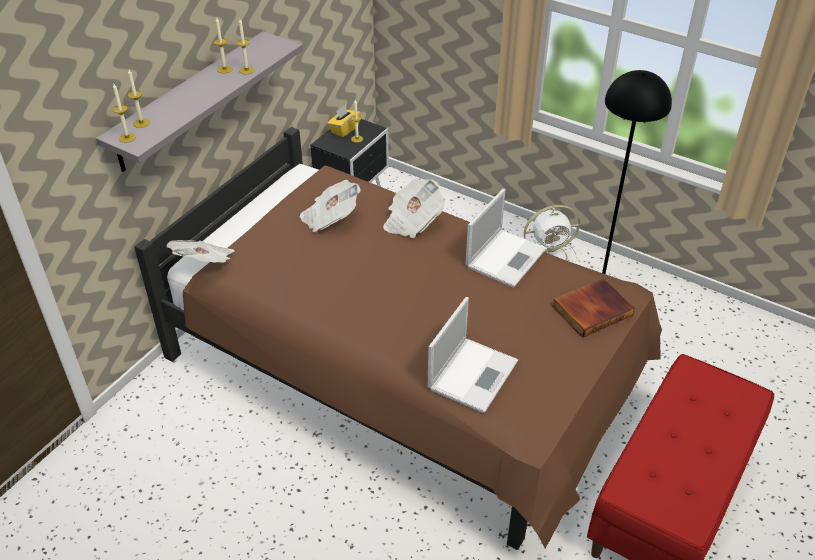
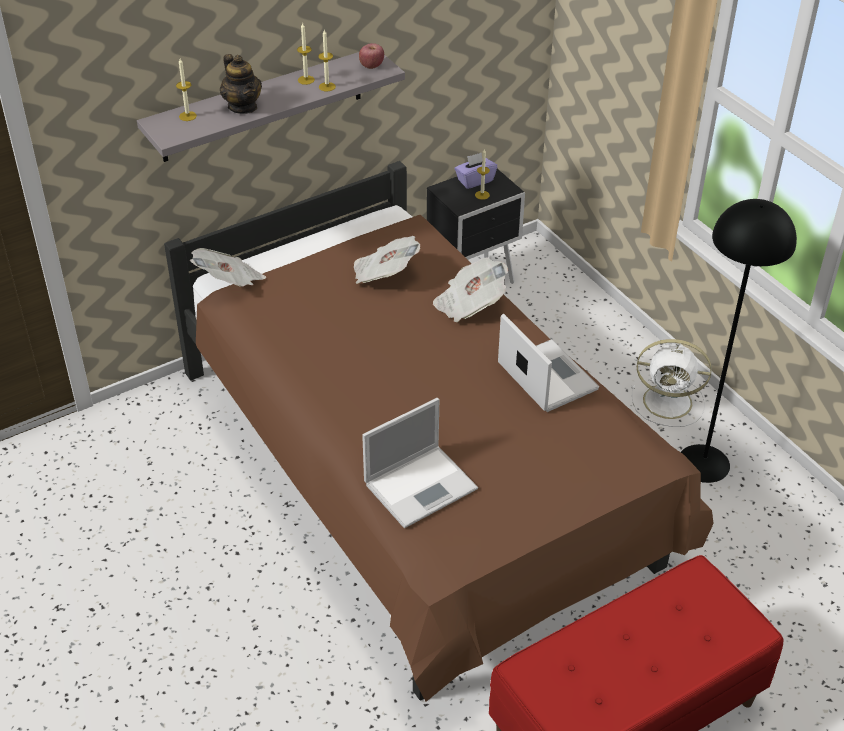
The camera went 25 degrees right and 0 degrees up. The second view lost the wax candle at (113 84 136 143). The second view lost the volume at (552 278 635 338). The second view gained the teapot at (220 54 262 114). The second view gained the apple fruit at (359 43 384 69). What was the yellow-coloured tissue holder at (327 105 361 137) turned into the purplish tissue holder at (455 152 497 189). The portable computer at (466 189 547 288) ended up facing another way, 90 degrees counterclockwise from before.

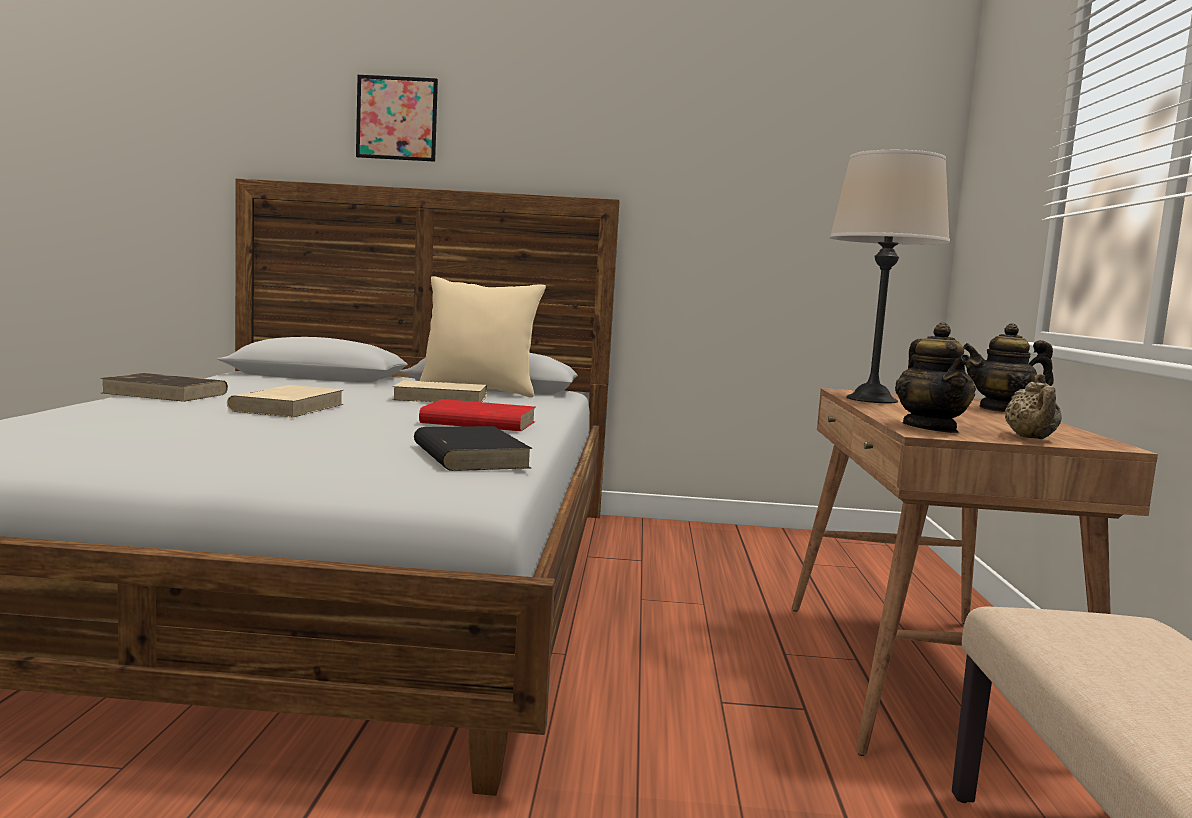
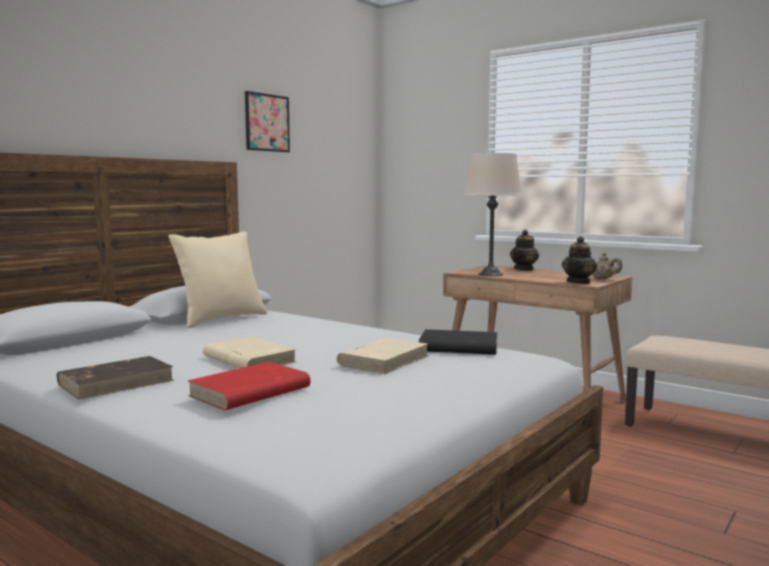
The camera went 55 degrees left and 0 degrees up. The picture ended up elsewhere, having gone from (356 75 438 162) to (245 91 290 152). The beige volume ended up elsewhere, having gone from (392 380 487 402) to (337 338 428 374). The reddish volume ended up elsewhere, having gone from (419 399 536 431) to (188 362 311 410). The teapot at (895 323 976 433) ended up facing another way, 90 degrees clockwise from before.

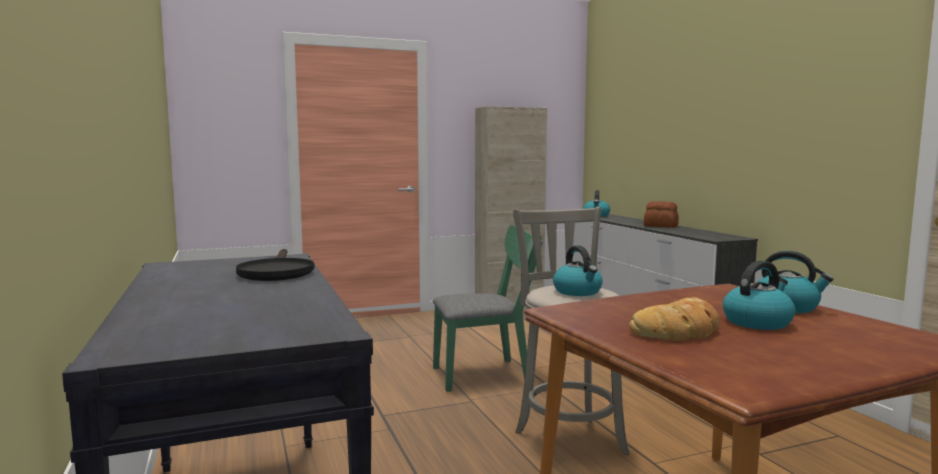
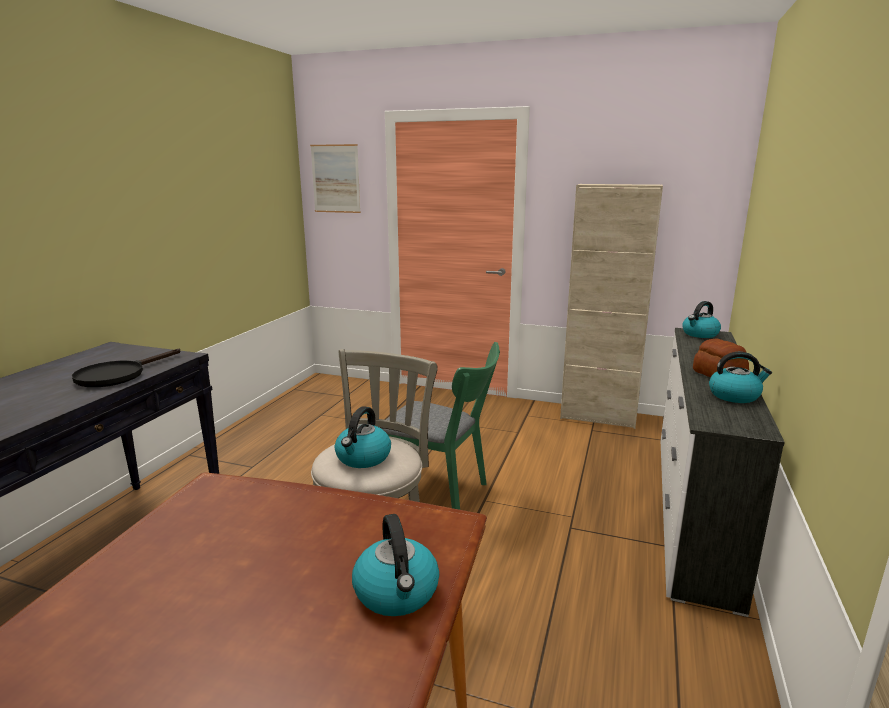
The camera went 40 degrees right and 10 degrees up. The second view lost the baked bread at (629 297 719 341). The second view gained the picture at (310 144 361 213). The tea kettle ended up elsewhere, having gone from (723 261 795 330) to (709 352 772 403).

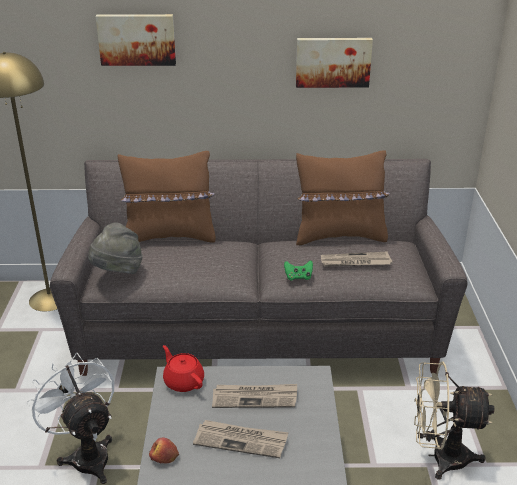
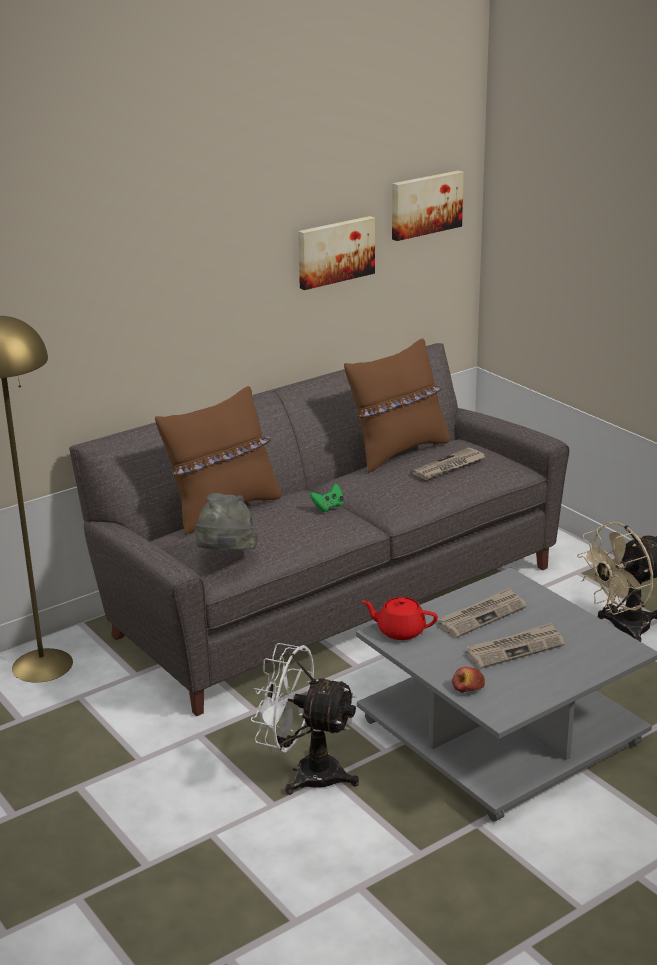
The camera went 35 degrees left and 5 degrees down. The picture ended up elsewhere, having gone from (95 14 176 66) to (392 170 464 241). The green-coloured game controller ended up elsewhere, having gone from (284 261 313 280) to (310 483 344 512).

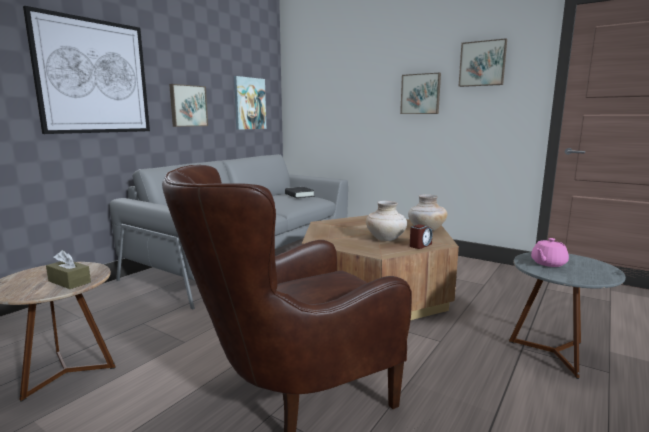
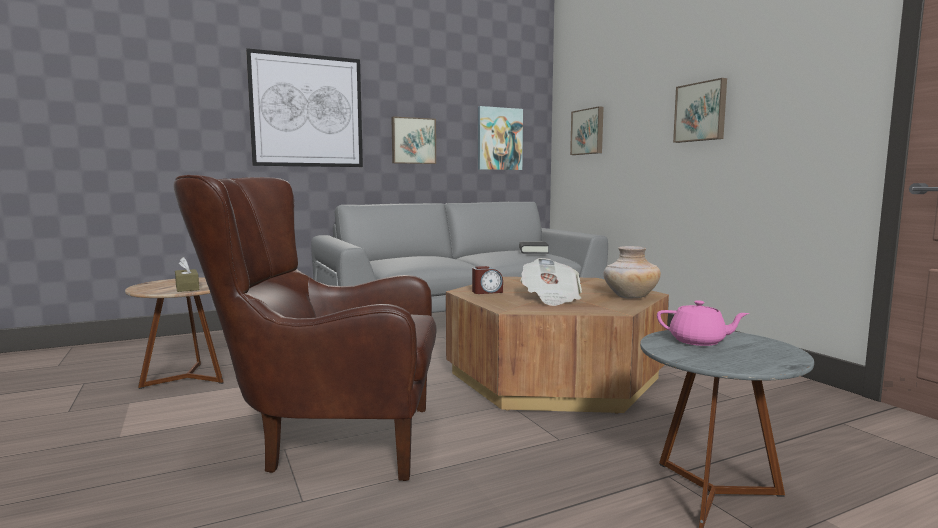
The camera went 30 degrees right and 5 degrees down. The table clock ended up elsewhere, having gone from (410 224 433 249) to (472 266 503 294). The picture ended up elsewhere, having gone from (459 38 507 87) to (570 106 604 155). Where the beige vase stood at (366 201 407 241), the daily paper came to stand at (520 258 582 306). The pink-coloured teapot at (531 238 569 267) ended up facing another way, 150 degrees counterclockwise from before.

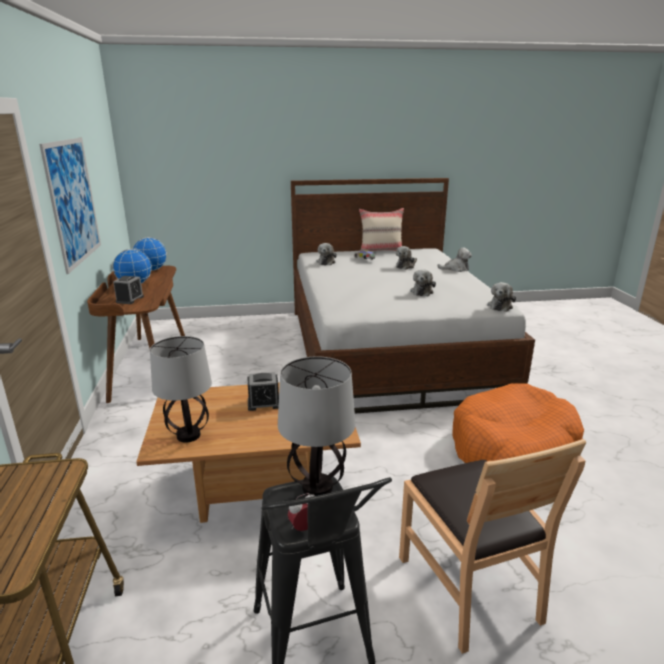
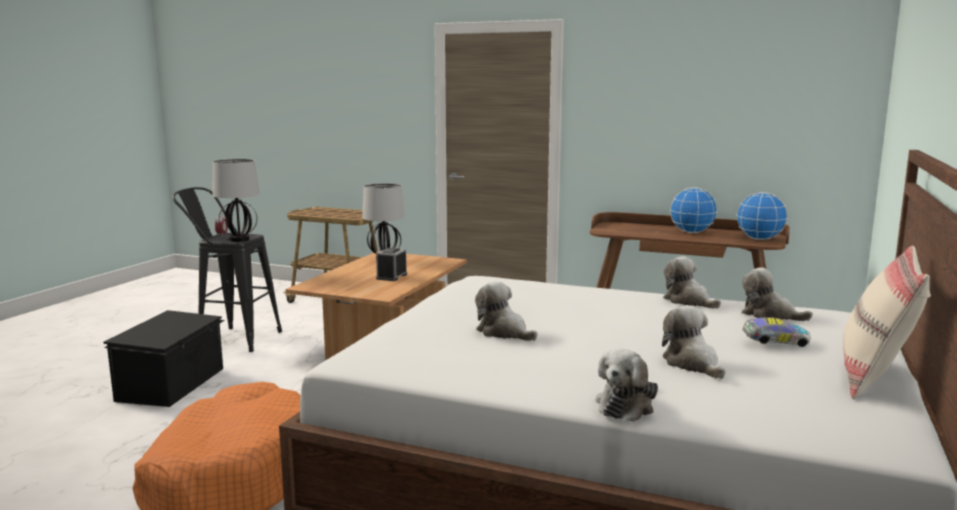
The camera went 120 degrees right and 10 degrees down. The second view lost the picture at (39 138 101 274). The second view lost the table clock at (113 276 144 304). The soft toy ended up elsewhere, having gone from (487 282 516 312) to (663 256 721 309). Where the brown upright chair stood at (399 439 586 654), the black storage bin came to stand at (104 310 225 407).

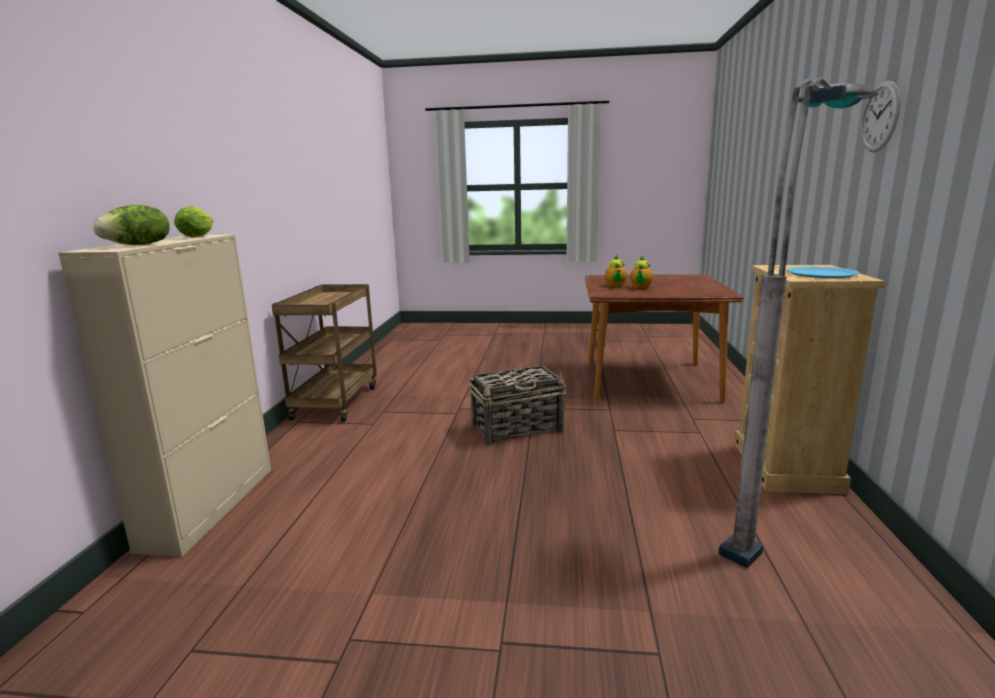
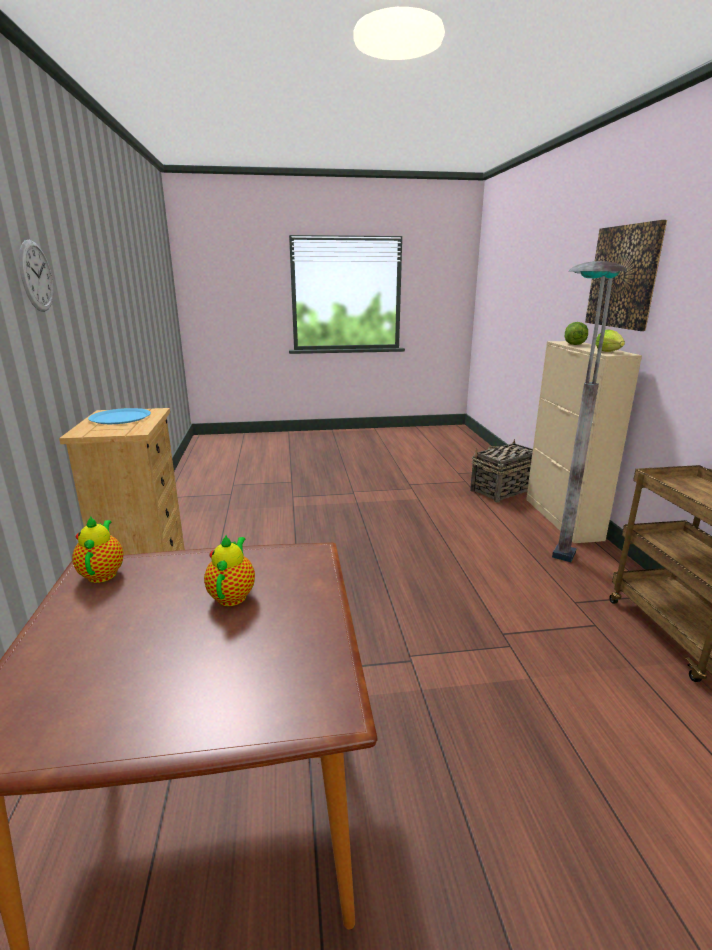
The camera went 165 degrees right and 5 degrees up. The second view gained the picture at (585 220 667 331). The basket ended up elsewhere, having gone from (469 366 566 445) to (470 439 533 503). The teapot ended up elsewhere, having gone from (605 255 627 287) to (72 517 124 583). The gray floor lamp ended up elsewhere, having gone from (719 77 879 568) to (552 261 627 562).

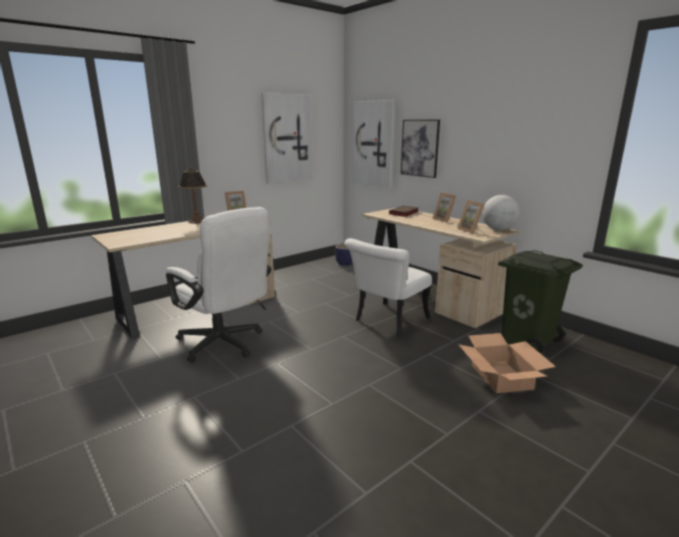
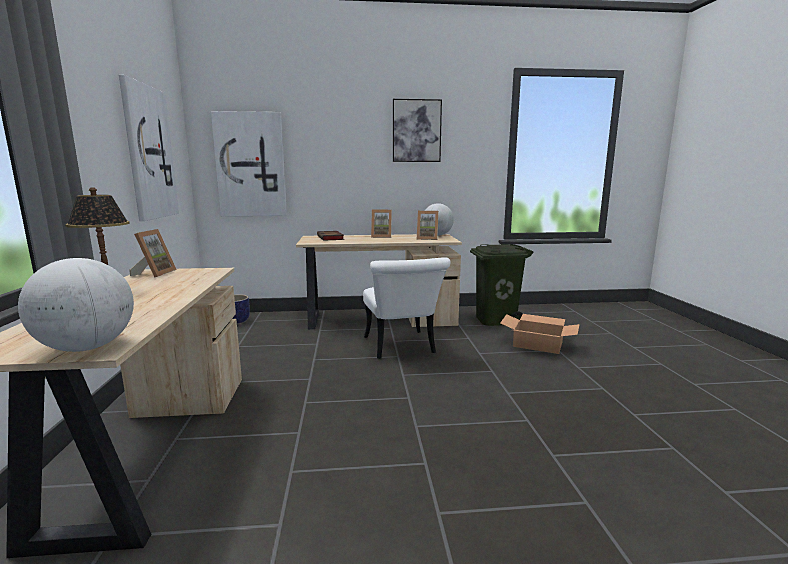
The camera went 55 degrees left and 5 degrees down. The second view lost the whitish computer chair at (166 207 271 363). The second view gained the globe at (18 258 134 352). The picture ended up elsewhere, having gone from (401 120 440 178) to (393 99 442 162).

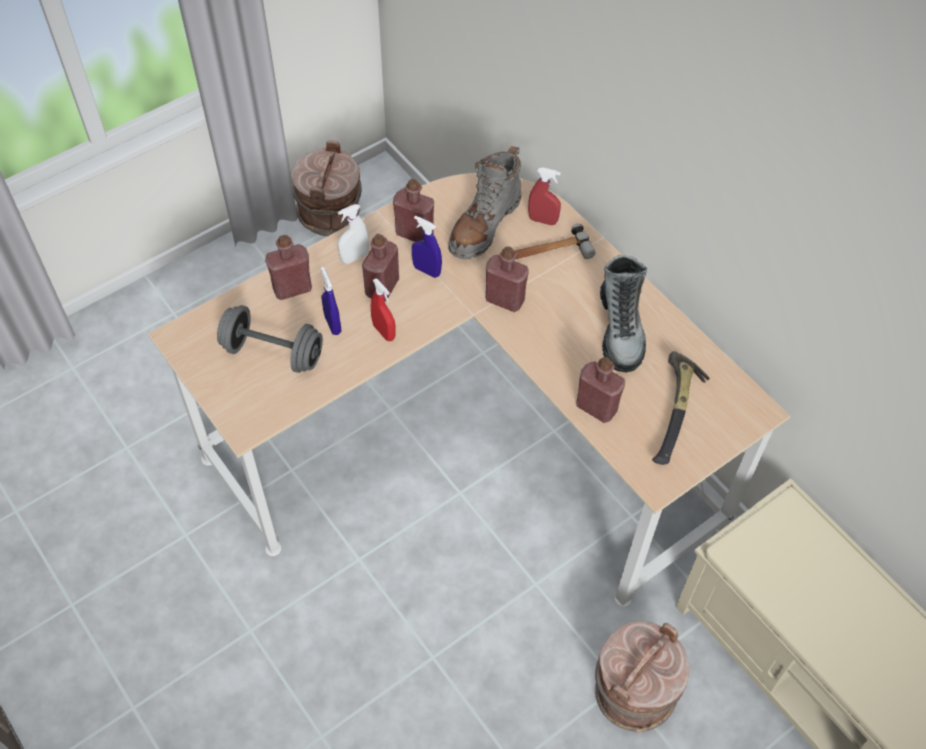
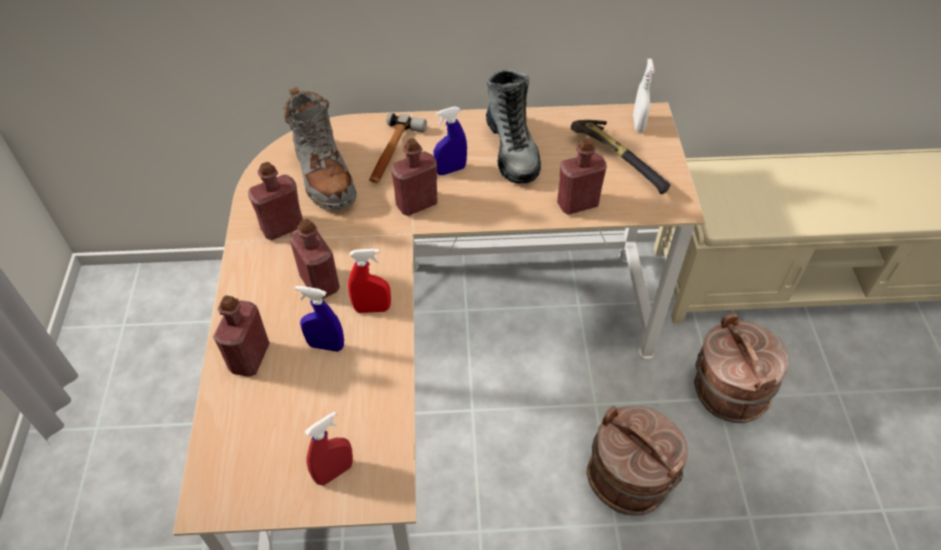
The camera went 55 degrees left and 5 degrees down. The second view lost the gray hand weight at (217 305 323 373). The brown bucket ended up elsewhere, having gone from (291 140 362 236) to (586 406 688 516). The whitish spray bottle ended up elsewhere, having gone from (338 204 369 264) to (633 59 655 132). The blue spray bottle ended up elsewhere, having gone from (412 216 442 278) to (434 106 467 175). The reddish spray bottle ended up elsewhere, having gone from (528 168 561 225) to (304 411 353 486). The high-top boot at (600 255 647 373) ended up facing another way, 45 degrees clockwise from before.

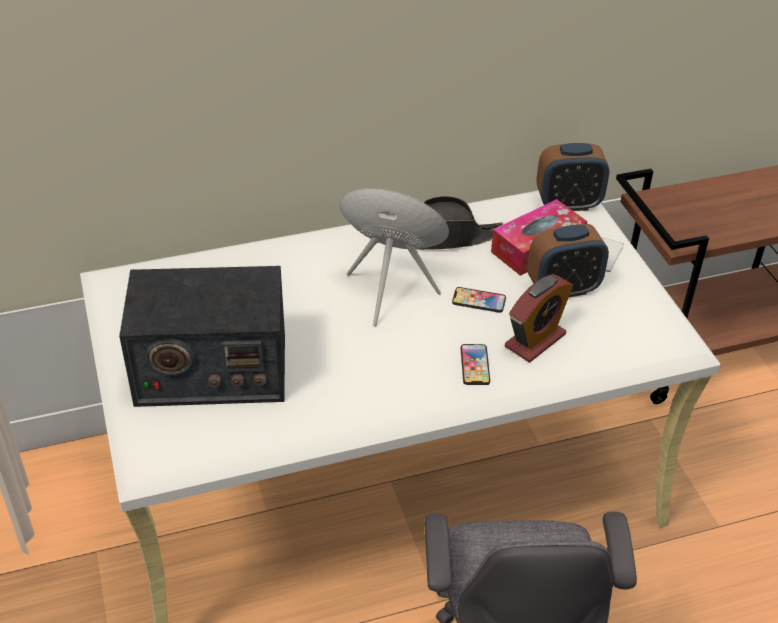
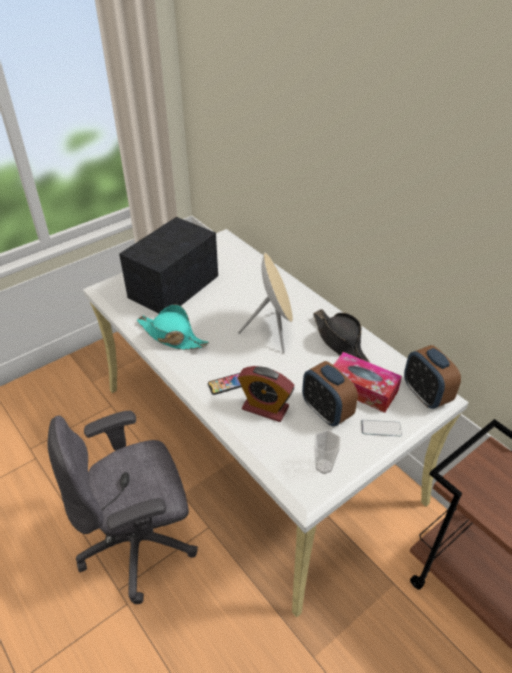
The camera went 70 degrees right and 0 degrees up. The second view lost the handset at (452 287 506 313). The second view gained the blue-green clothing hat at (137 304 209 350). The second view gained the small cup at (314 430 340 474). The radio set at (119 266 285 407) ended up facing another way, 60 degrees clockwise from before.

